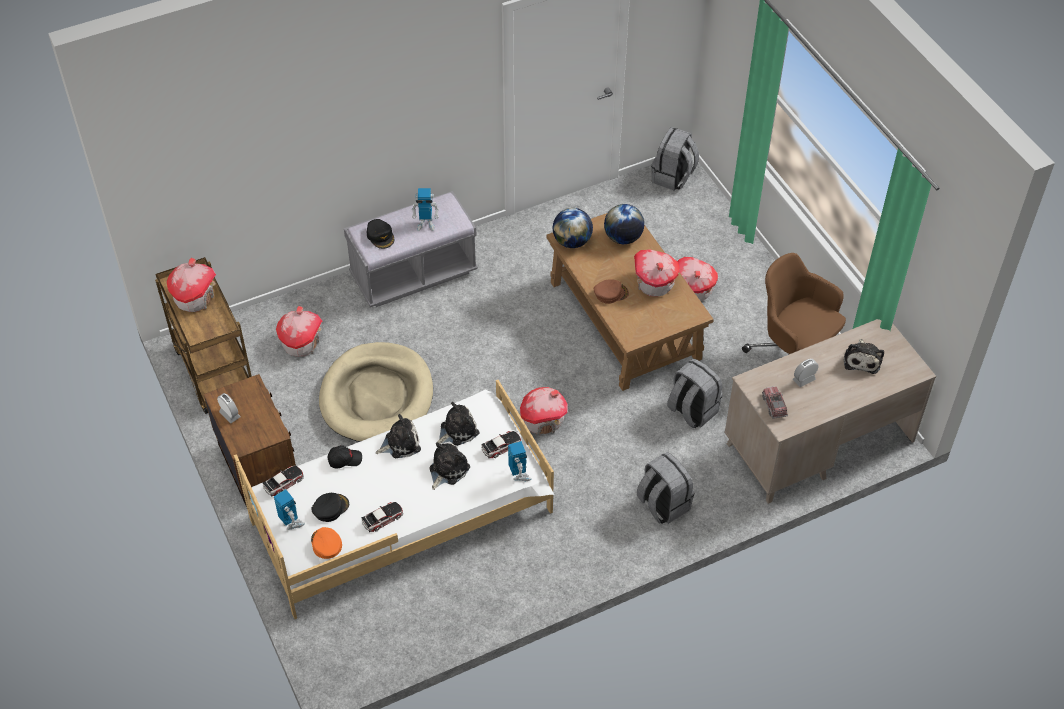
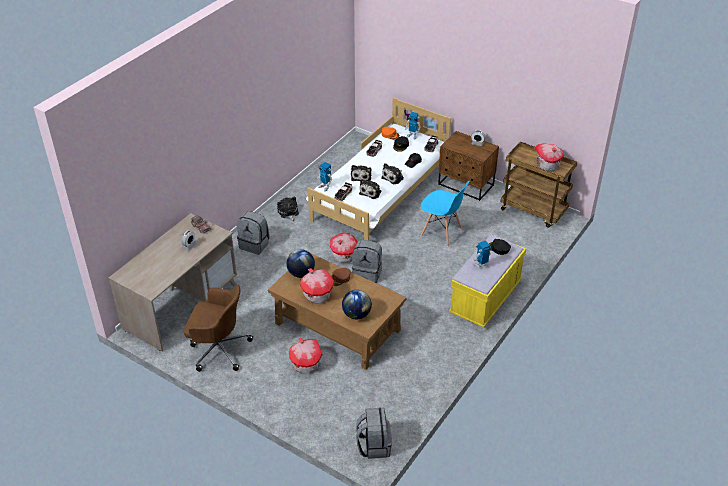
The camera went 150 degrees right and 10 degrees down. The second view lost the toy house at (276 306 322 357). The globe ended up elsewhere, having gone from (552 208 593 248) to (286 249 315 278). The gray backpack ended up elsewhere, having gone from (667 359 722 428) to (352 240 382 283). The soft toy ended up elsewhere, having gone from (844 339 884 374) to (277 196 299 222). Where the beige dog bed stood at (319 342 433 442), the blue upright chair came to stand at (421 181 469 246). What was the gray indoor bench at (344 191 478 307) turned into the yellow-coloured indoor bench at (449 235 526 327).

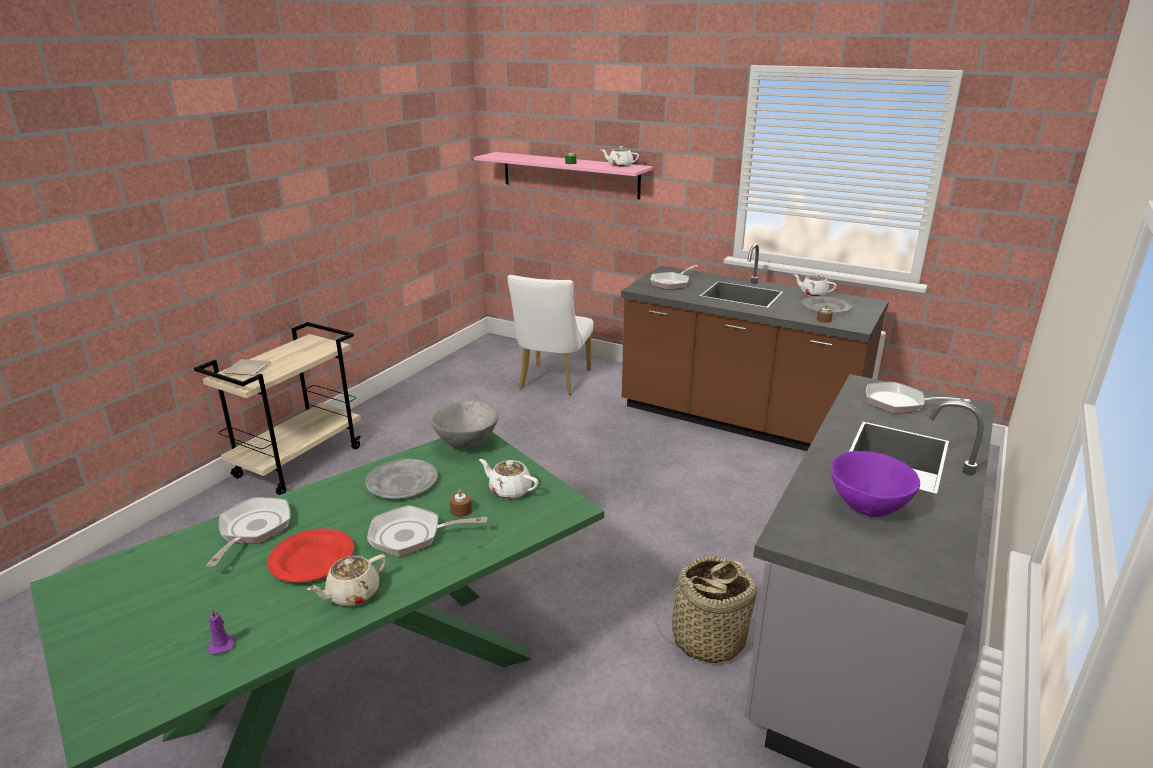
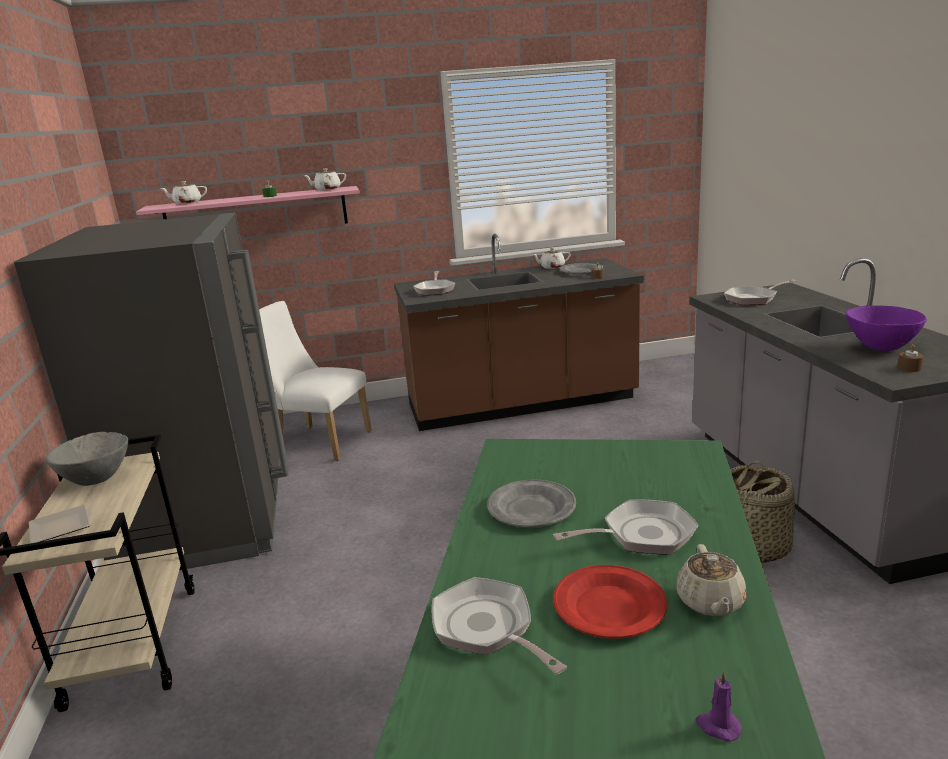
The camera went 40 degrees left and 5 degrees down. The second view gained the gray fridge at (14 212 289 569). The gray serving bowl ended up elsewhere, having gone from (431 401 498 450) to (46 432 128 486). The brown wax candle ended up elsewhere, having gone from (450 489 472 517) to (898 344 924 372). The whitish teapot ended up elsewhere, having gone from (479 459 539 499) to (160 181 207 204). The frying pan at (367 505 487 557) ended up facing another way, 150 degrees counterclockwise from before. The whitish upright chair at (507 275 594 395) ended up facing another way, 135 degrees clockwise from before.

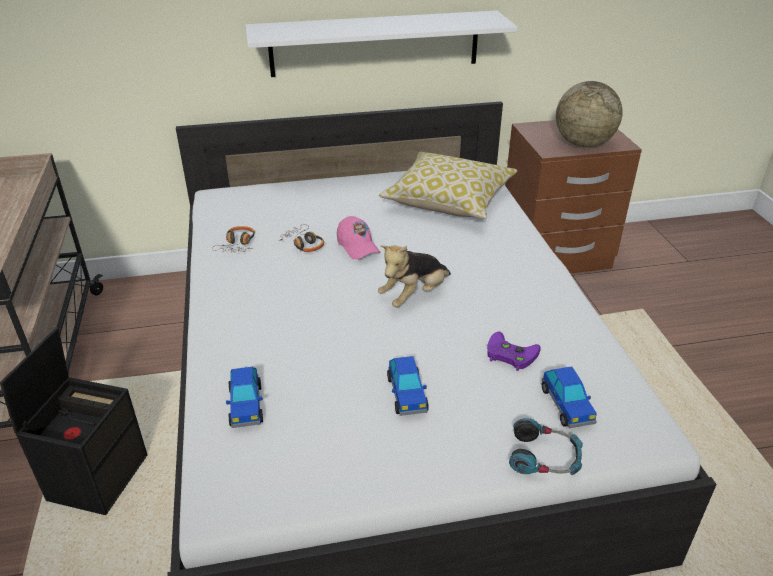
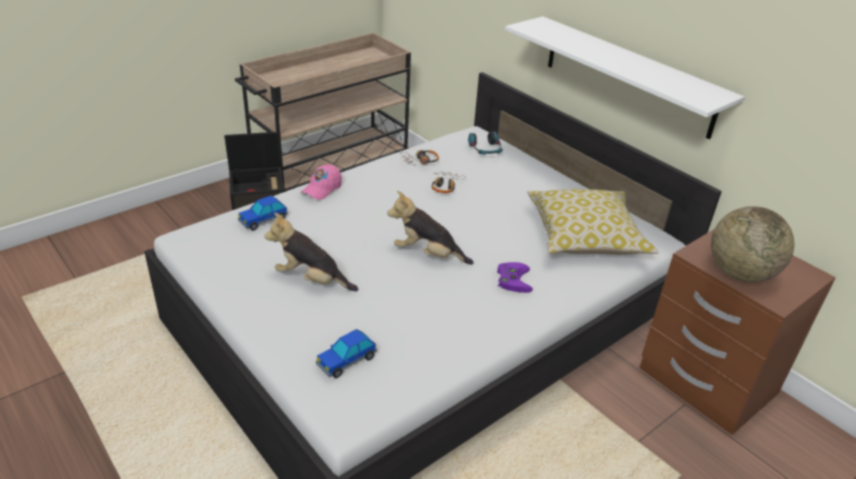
The camera went 60 degrees right and 0 degrees up. The pink-coloured cap ended up elsewhere, having gone from (337 216 380 260) to (301 164 342 200). The purplish game controller ended up elsewhere, having gone from (487 332 541 371) to (497 262 533 293). The headphones ended up elsewhere, having gone from (509 418 583 475) to (468 131 503 155). Where the model car stood at (387 356 429 416), the soft toy came to stand at (265 213 358 291).

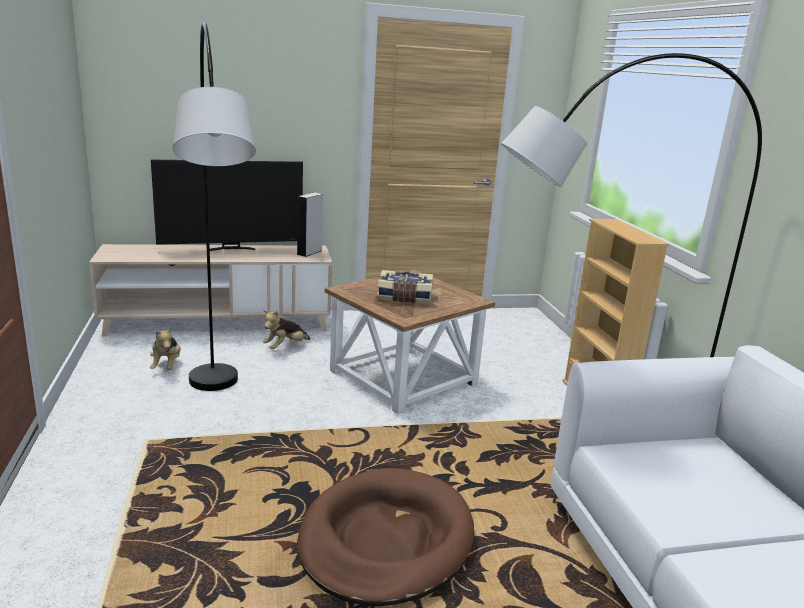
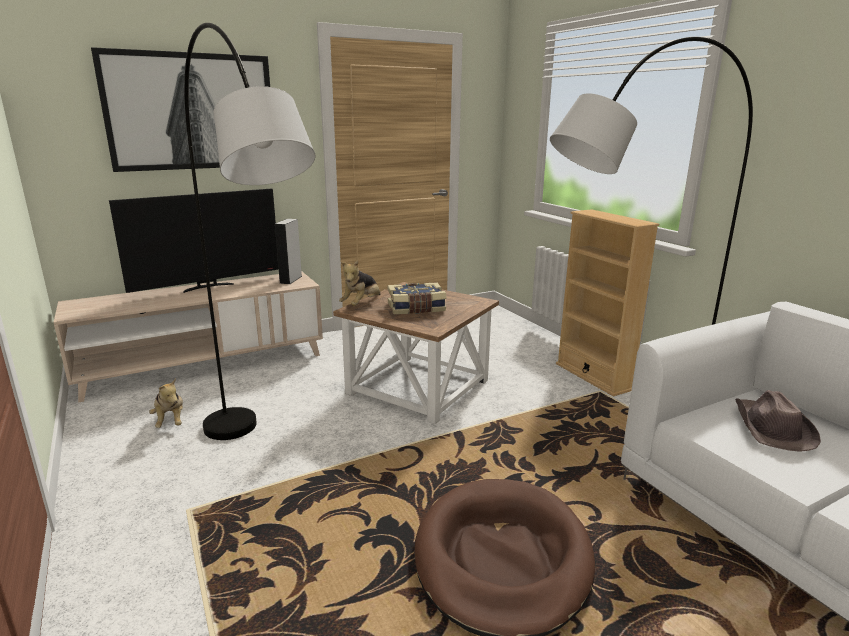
The camera went 15 degrees left and 0 degrees up. The second view gained the picture at (91 47 270 172). The second view gained the brown clothing hat at (735 390 821 452). The soft toy ended up elsewhere, having gone from (263 310 310 349) to (339 260 380 306).

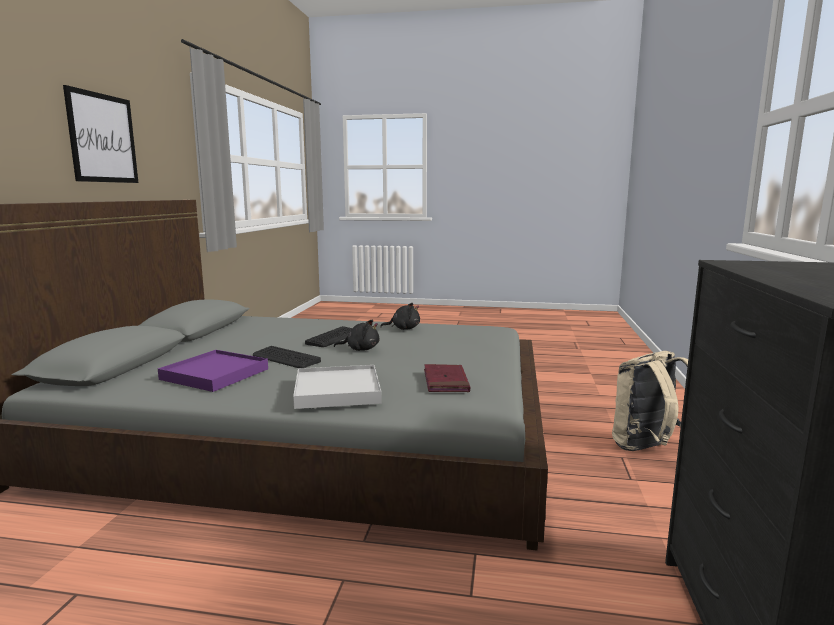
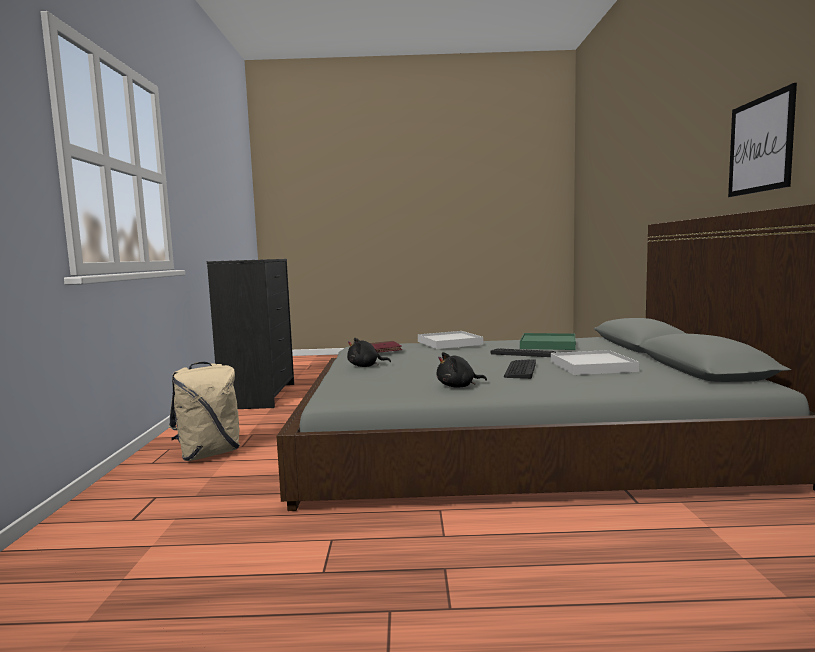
The camera went 170 degrees right and 5 degrees down. The second view gained the whitish carrying tray at (551 350 639 375). The black soft toy ended up elsewhere, having gone from (334 319 379 351) to (347 338 391 367). What was the purplish carrying tray at (158 350 268 392) turned into the green-coloured carrying tray at (520 333 576 350).

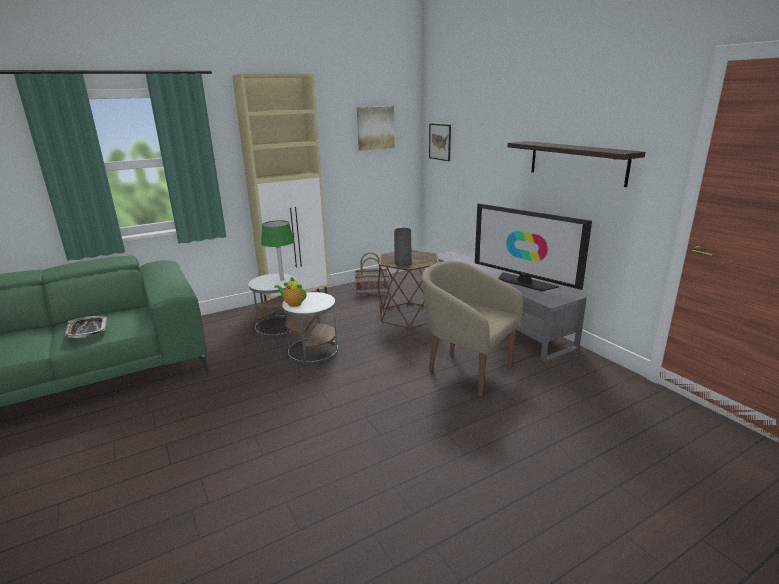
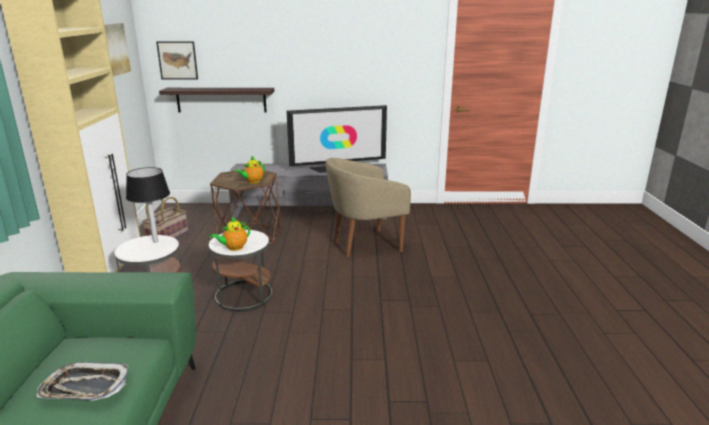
The camera went 60 degrees left and 0 degrees up. The wall shelf ended up elsewhere, having gone from (508 141 645 187) to (159 88 274 112). Where the gray vase stood at (394 228 412 266), the teapot came to stand at (235 156 265 183). What was the green-coloured lamp for a table at (261 220 294 281) turned into the black lamp for a table at (126 167 170 243).

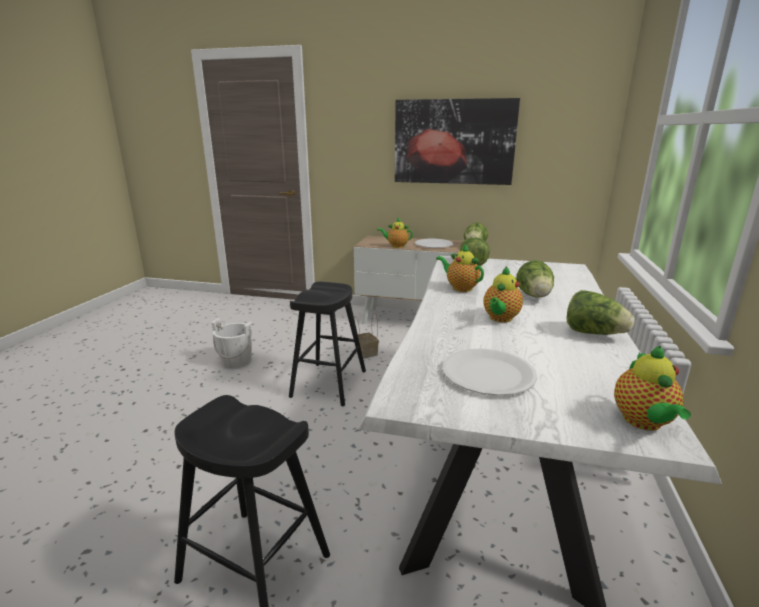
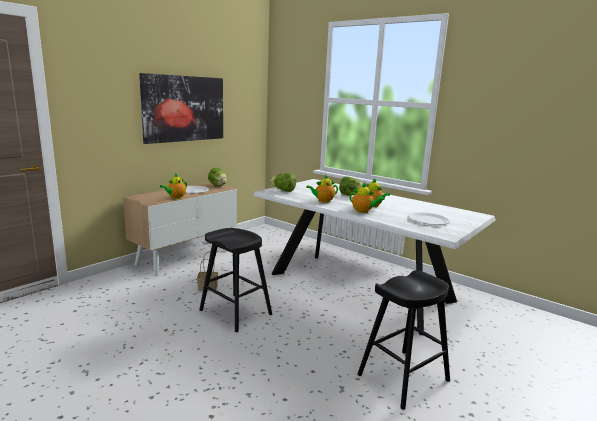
The camera went 65 degrees left and 5 degrees down. The second view lost the whitish bucket at (211 318 252 369). The second view lost the lettuce head at (567 290 635 335). The teapot ended up elsewhere, having gone from (614 346 691 431) to (349 183 385 213).

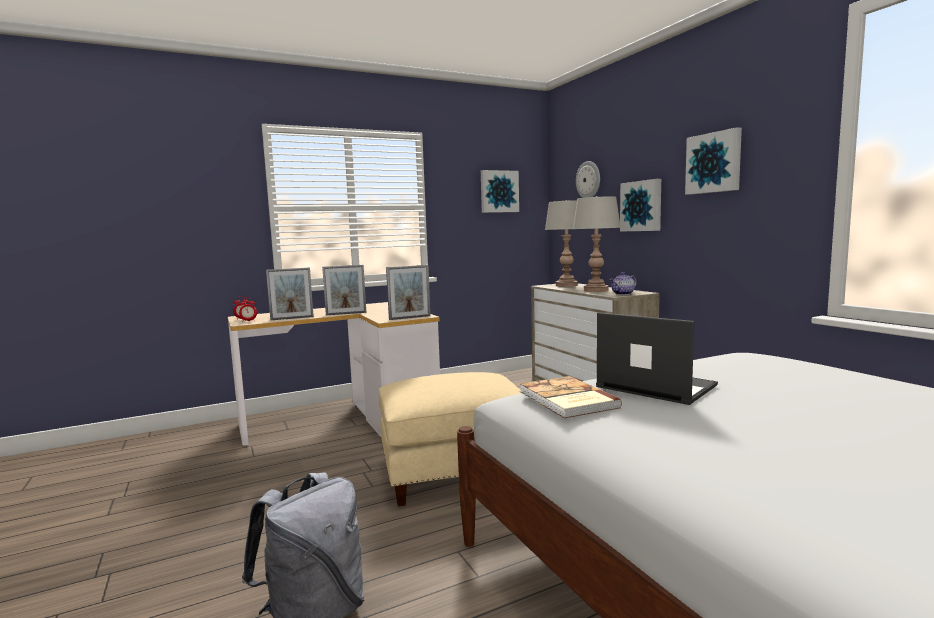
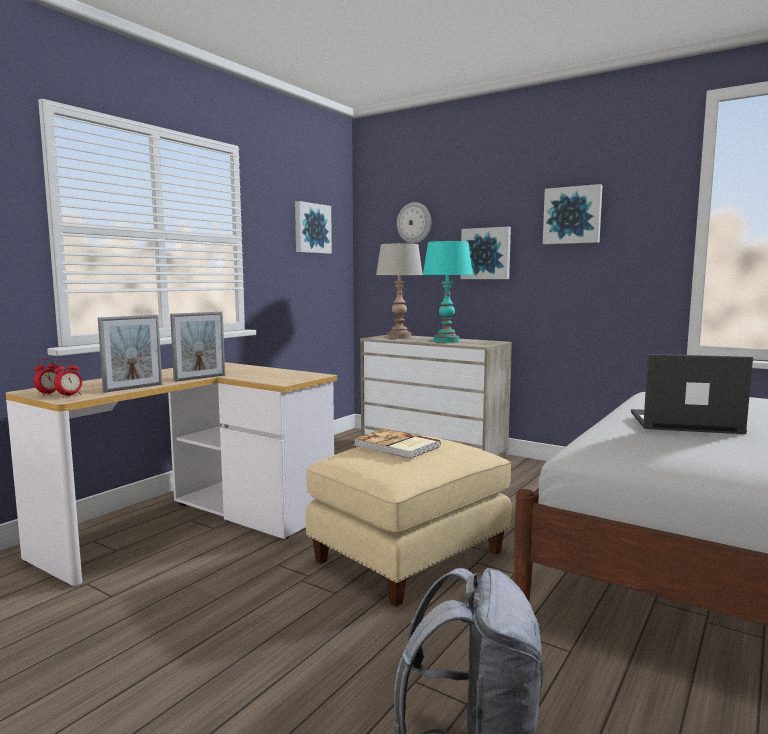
The camera went 30 degrees left and 0 degrees up. The second view lost the picture frame at (386 265 431 320). The second view lost the teapot at (609 272 636 295). The volume ended up elsewhere, having gone from (520 376 622 419) to (354 429 441 459). What was the gray lamp for a table at (573 196 621 292) turned into the blue-green lamp for a table at (423 241 473 343).

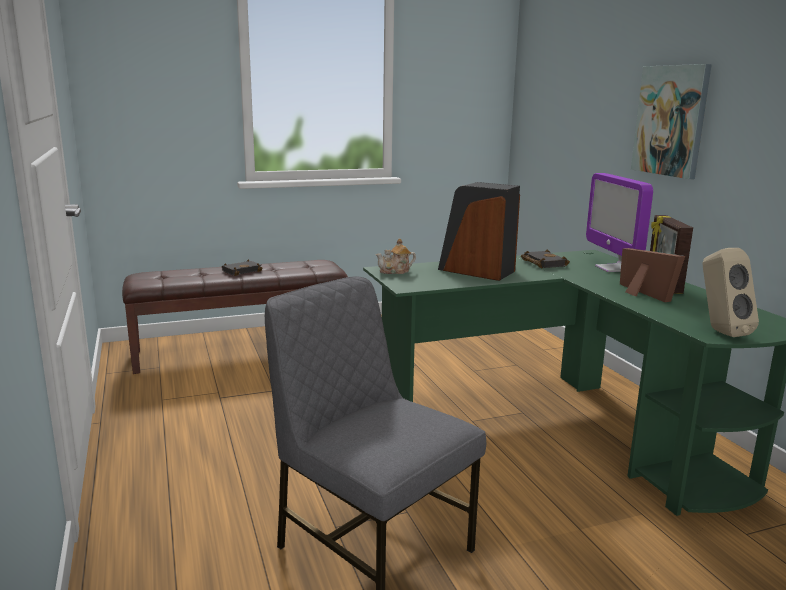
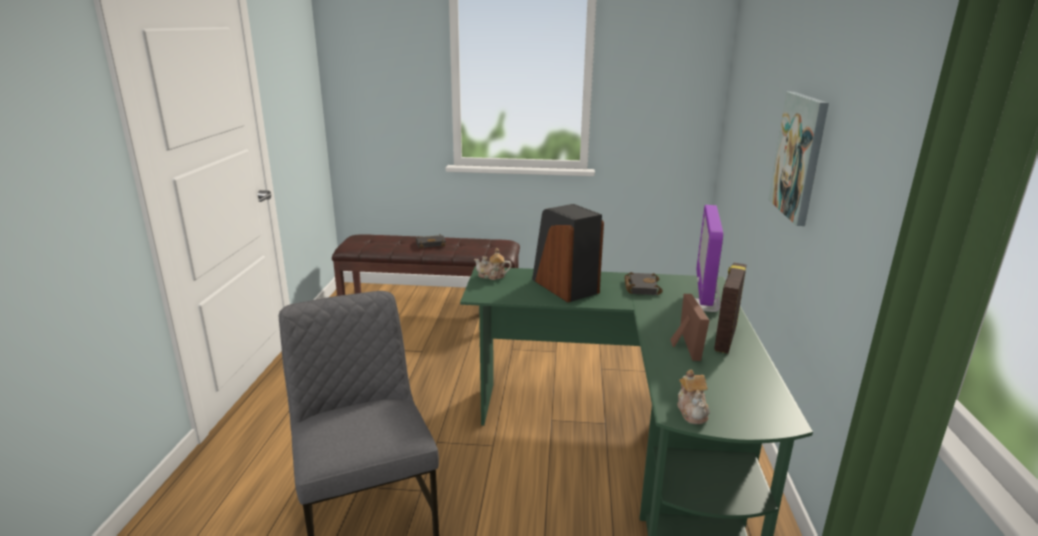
The camera went 25 degrees right and 5 degrees up. Where the beige audio speaker stood at (703 248 759 337), the teapot came to stand at (677 369 710 424).

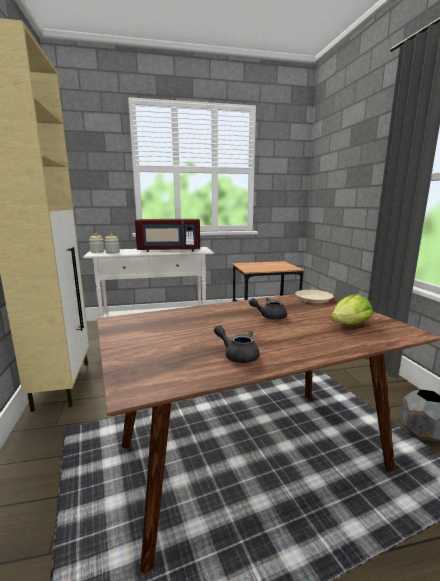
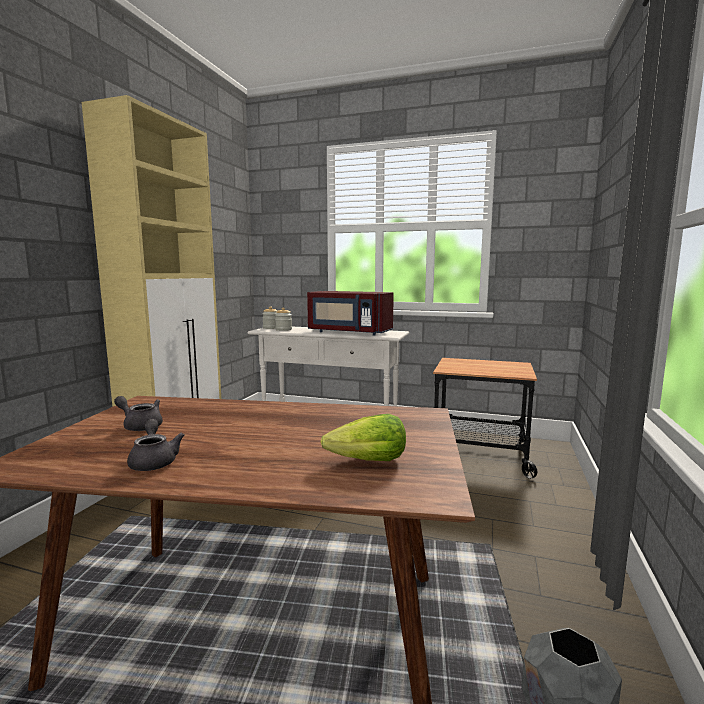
The camera went 30 degrees right and 5 degrees down. The second view lost the beige flat dish at (295 290 334 303). The gray teapot ended up elsewhere, having gone from (249 297 287 320) to (114 396 163 431).

